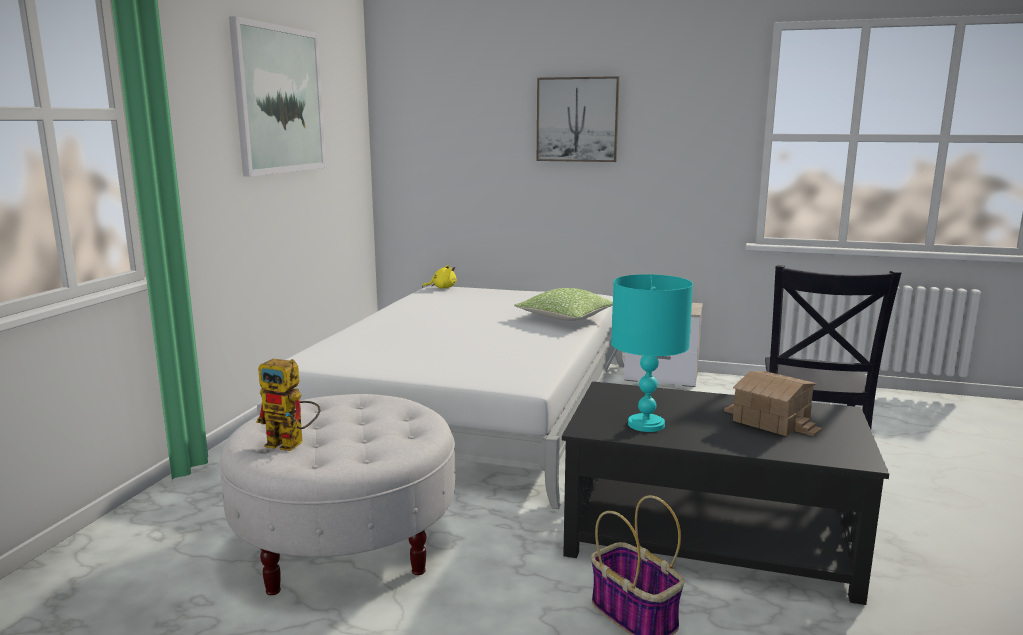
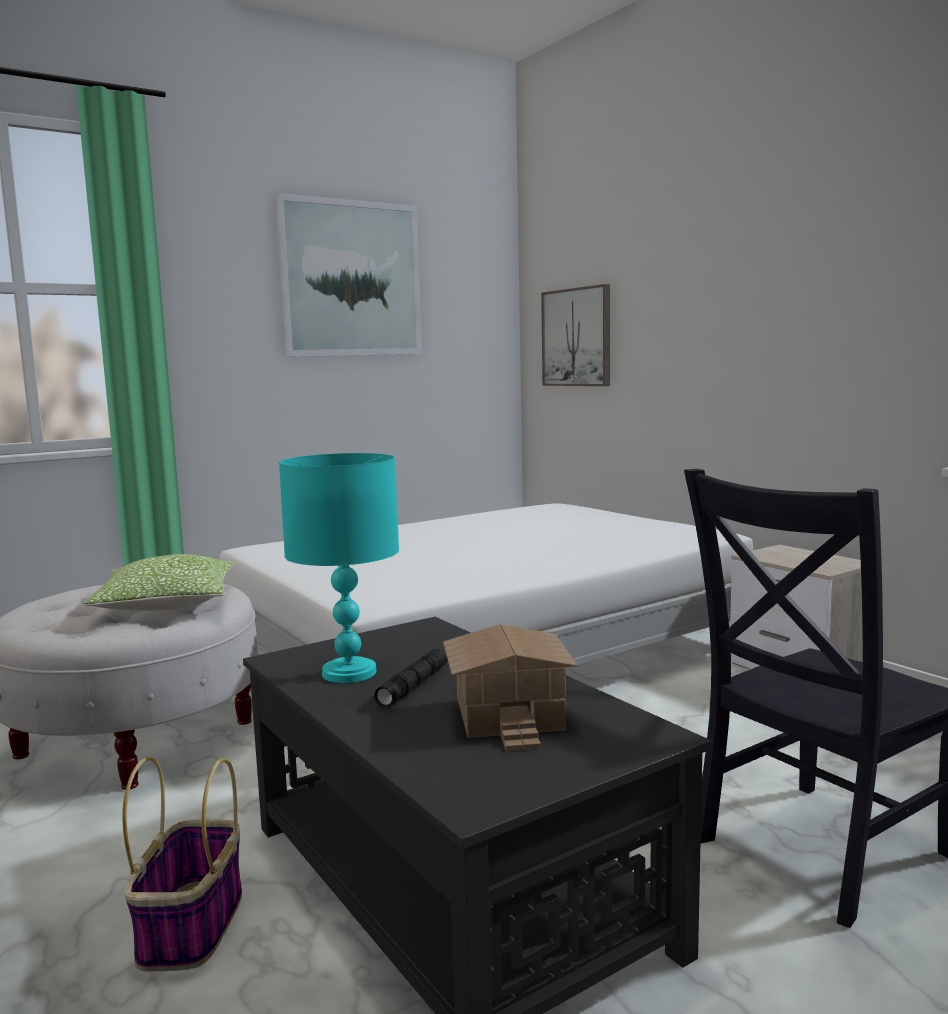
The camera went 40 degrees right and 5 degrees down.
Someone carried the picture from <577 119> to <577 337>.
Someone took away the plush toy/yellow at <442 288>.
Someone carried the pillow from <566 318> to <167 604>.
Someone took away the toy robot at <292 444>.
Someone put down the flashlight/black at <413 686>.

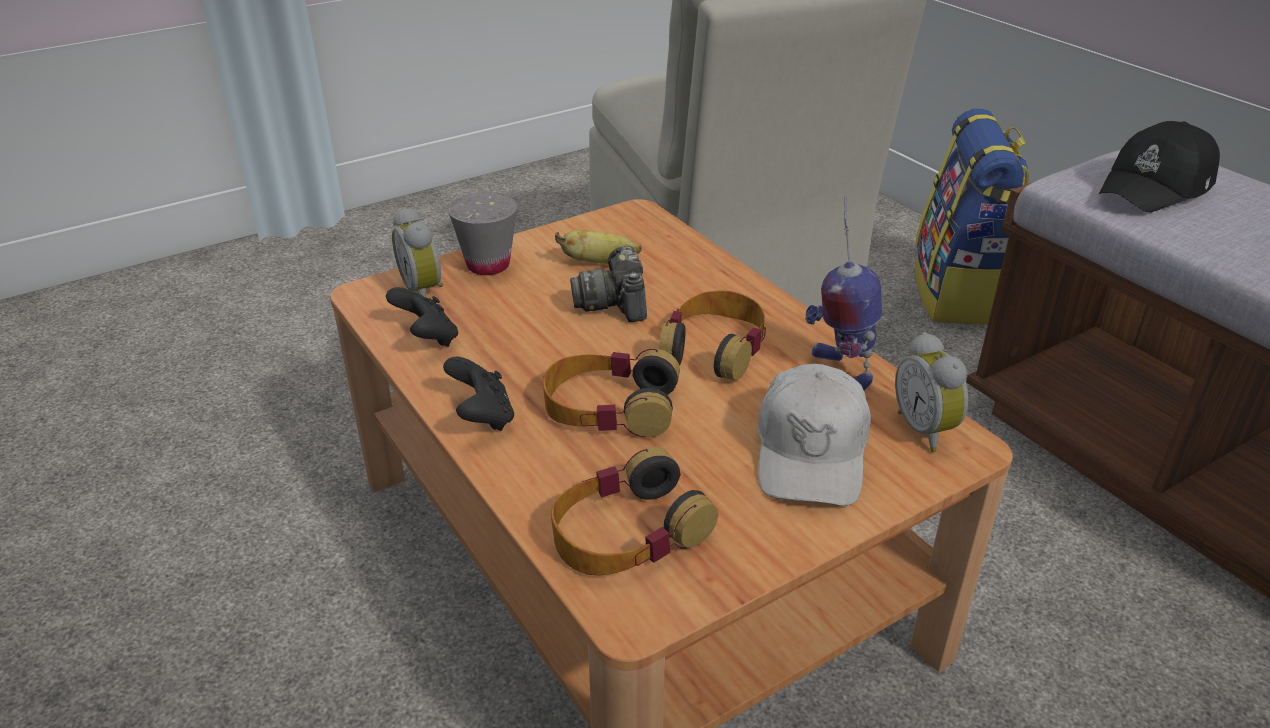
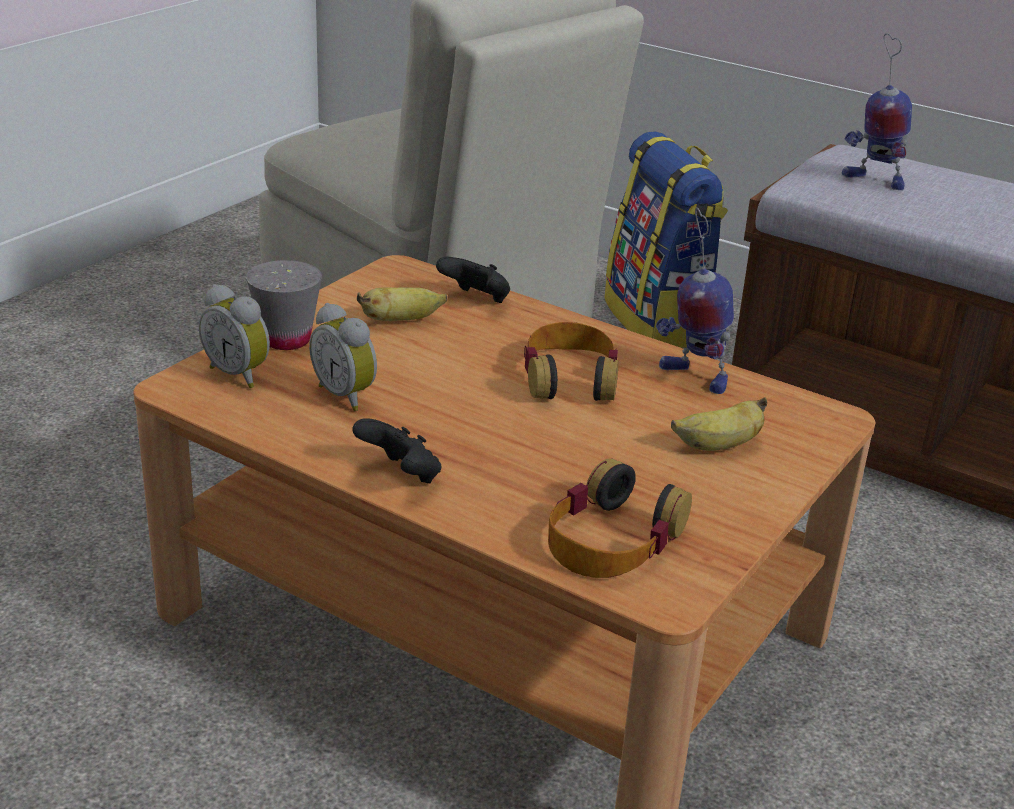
The camera went 25 degrees left and 5 degrees down.
Someone swapped the cap/black at <1157 187> for the toy robot at <872 180>.
Someone took away the photo camera at <614 303>.
Someone carried the game controller/black from <427 338> to <476 300>.
Someone carried the alarm clock from <926 430> to <347 395>.
Someone took away the headphones at <610 407>.
Someone swapped the cap/white at <811 452> for the banana at <718 446>.

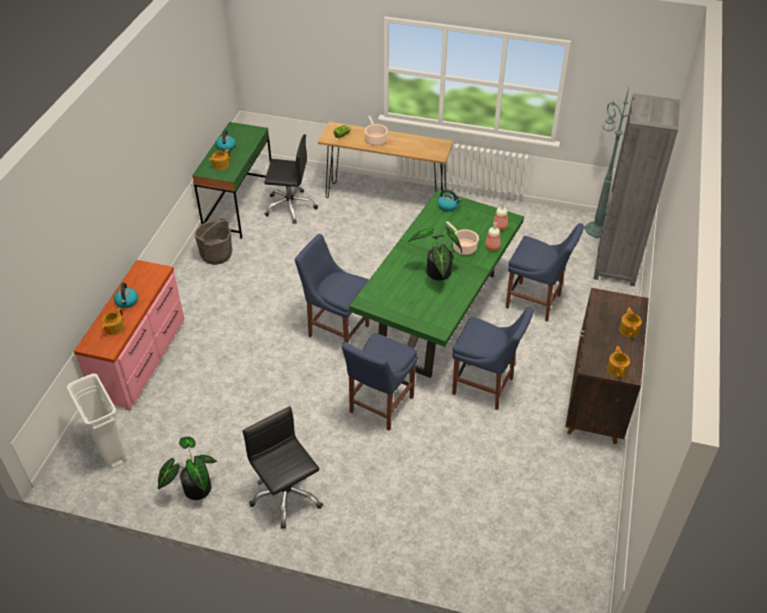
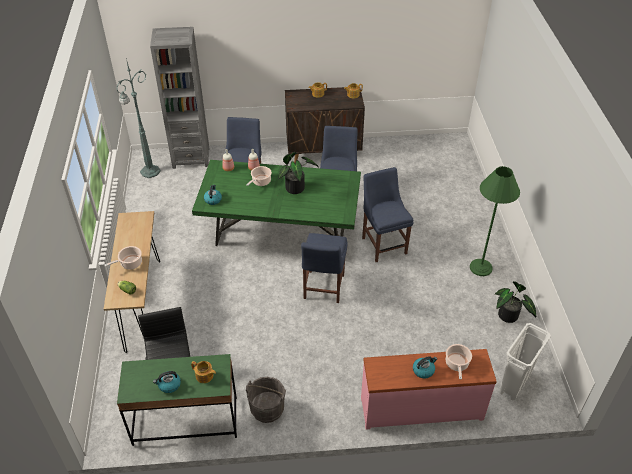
The camera went 110 degrees left and 0 degrees up.
Someone swapped the teapot at <114 328> for the cooking pot at <457 364>.
Someone rotated the chair/blue at <379 406> by 120 degrees counterclockwise.
Someone swapped the office chair/black at <286 496> for the floor lamp/green at <480 267>.

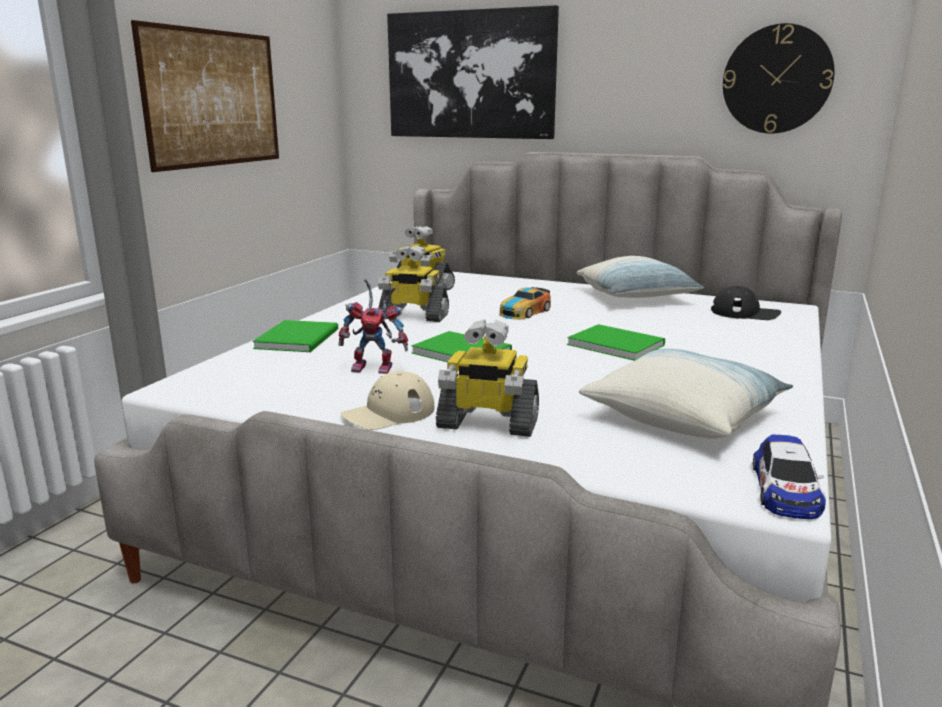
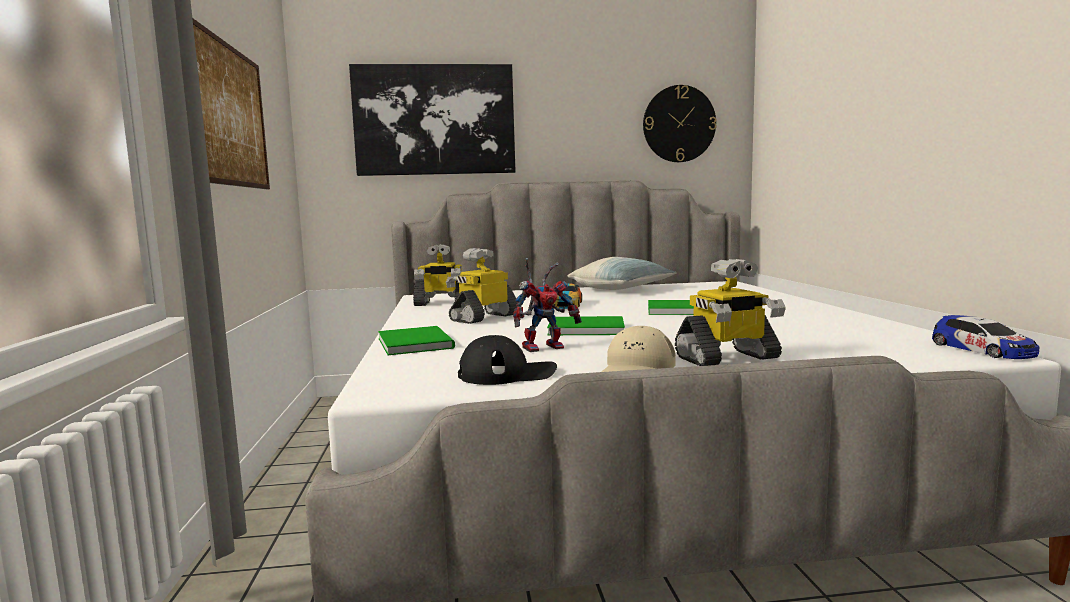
The camera went 30 degrees left and 10 degrees down.
Someone rotated the toy robot at <413 316> by 150 degrees clockwise.
Someone carried the cap/black from <745 313> to <507 374>.
Someone took away the pillow at <684 416>.

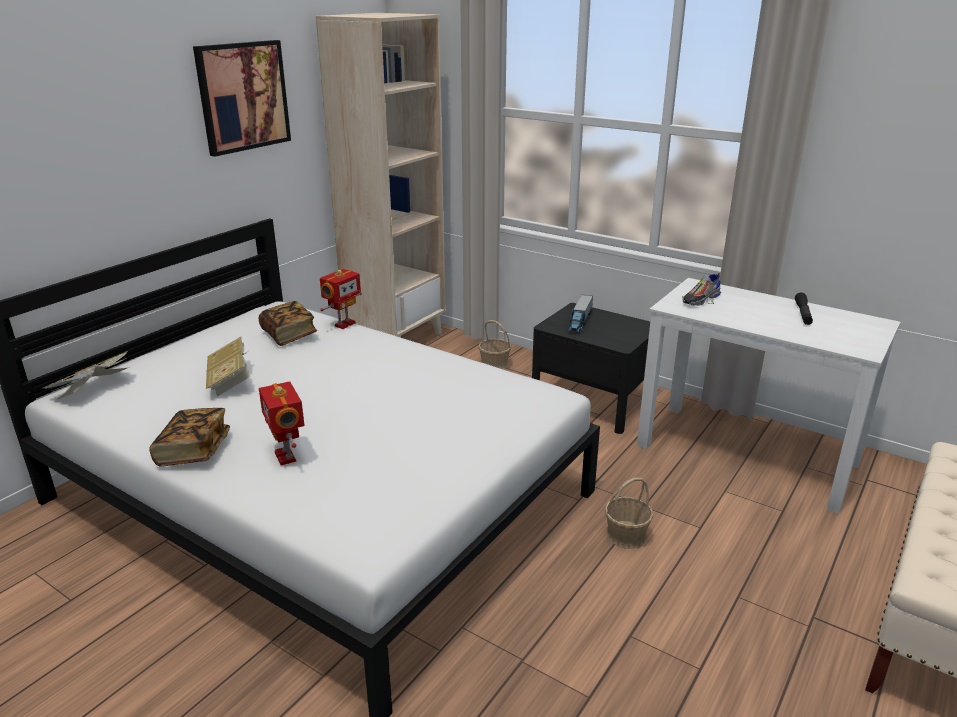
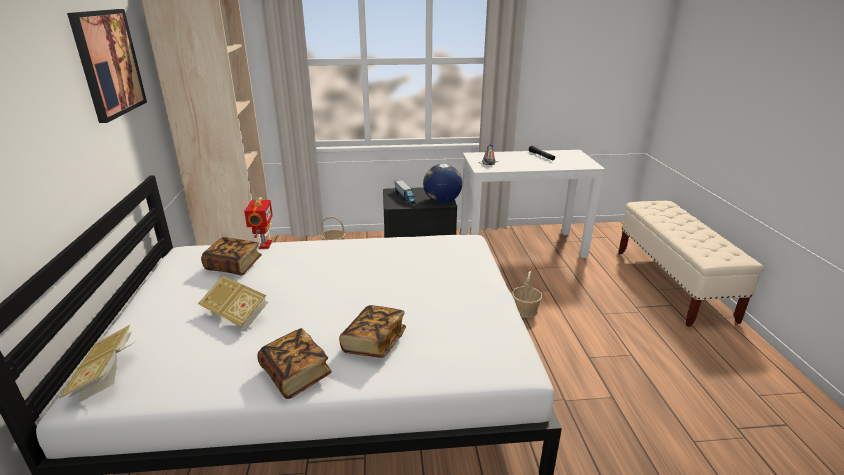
The camera went 40 degrees left and 0 degrees up.
Someone swapped the toy robot at <287 456> for the book at <374 343>.
Someone put down the globe at <442 201>.

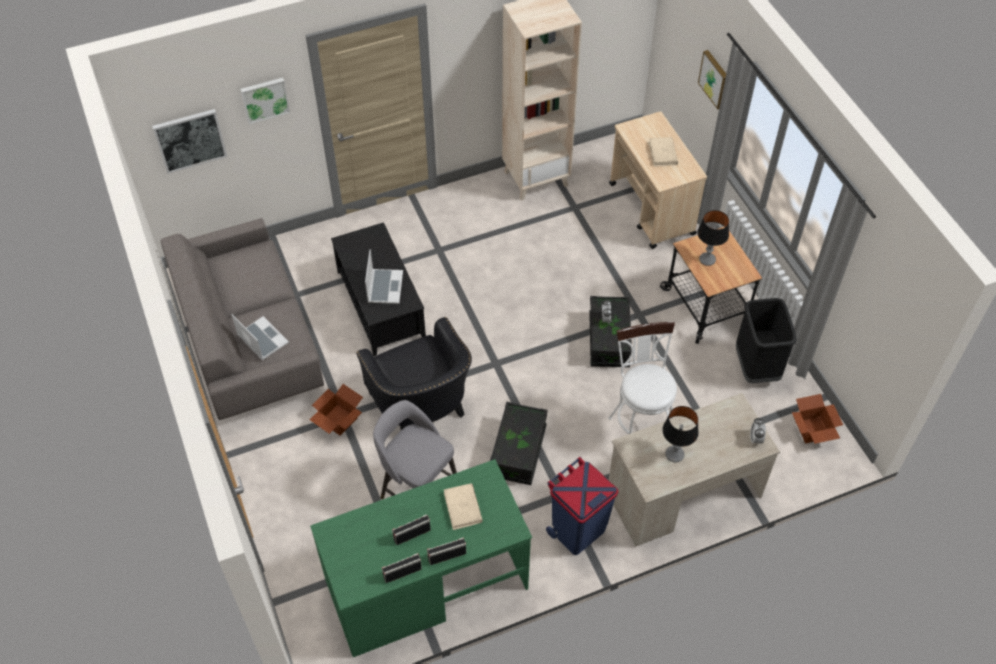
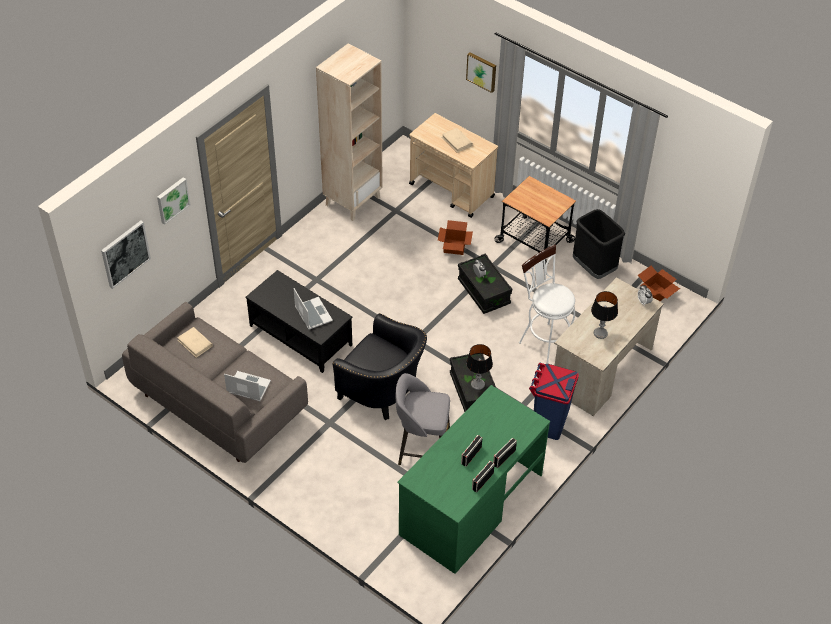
The camera went 30 degrees left and 5 degrees down.
Someone carried the table lamp from <707 259> to <477 384>.
Someone carried the cardboard box from <337 420> to <454 247>.
Someone carried the book/beige from <463 508> to <195 343>.

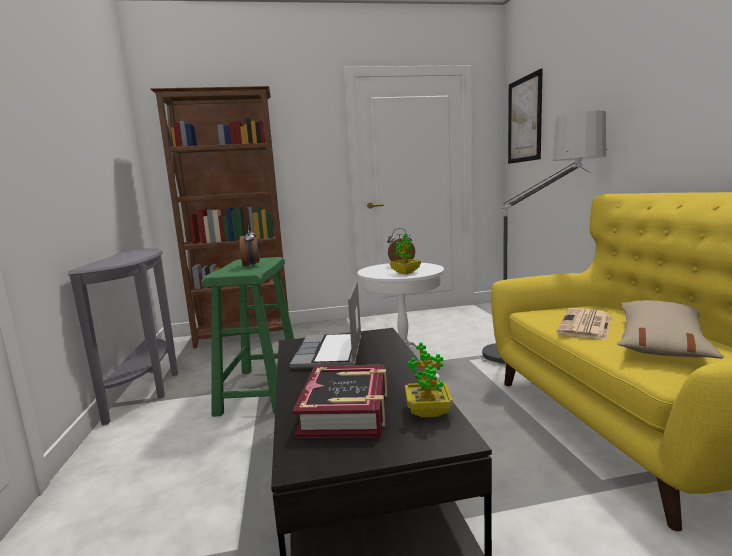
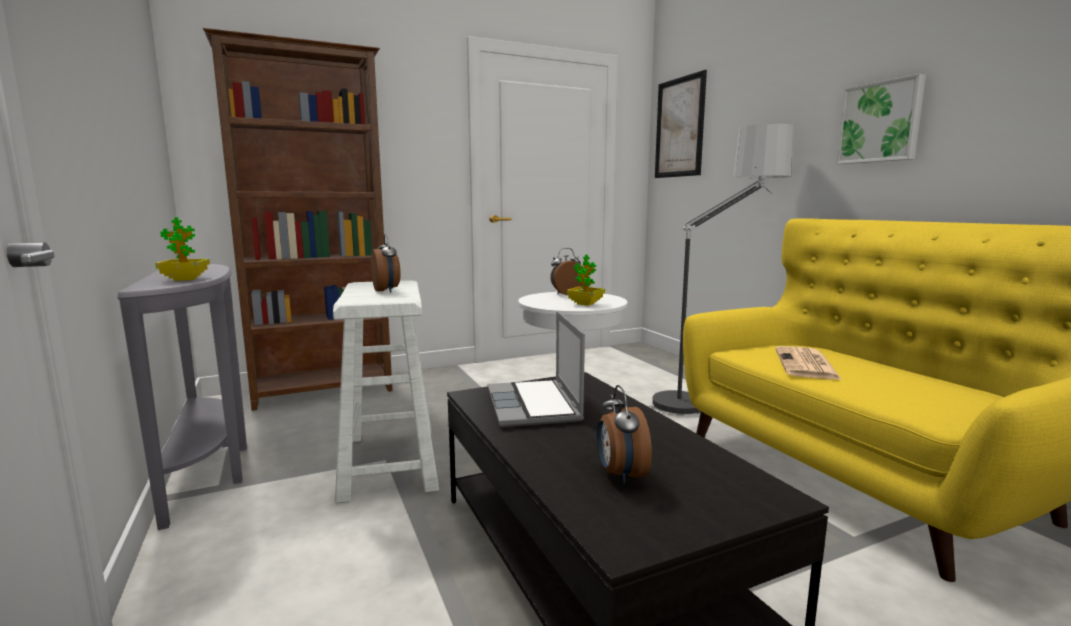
The camera went 15 degrees left and 0 degrees up.
Someone repainted the stool/green at <261 389>, which became the stool/white at <389 462>.
Someone took away the pillow/beige at <661 342>.
Someone carried the potted plant from <428 412> to <185 279>.
Someone swapped the book at <346 410> for the alarm clock at <620 474>.
Someone put up the picture at <880 122>.

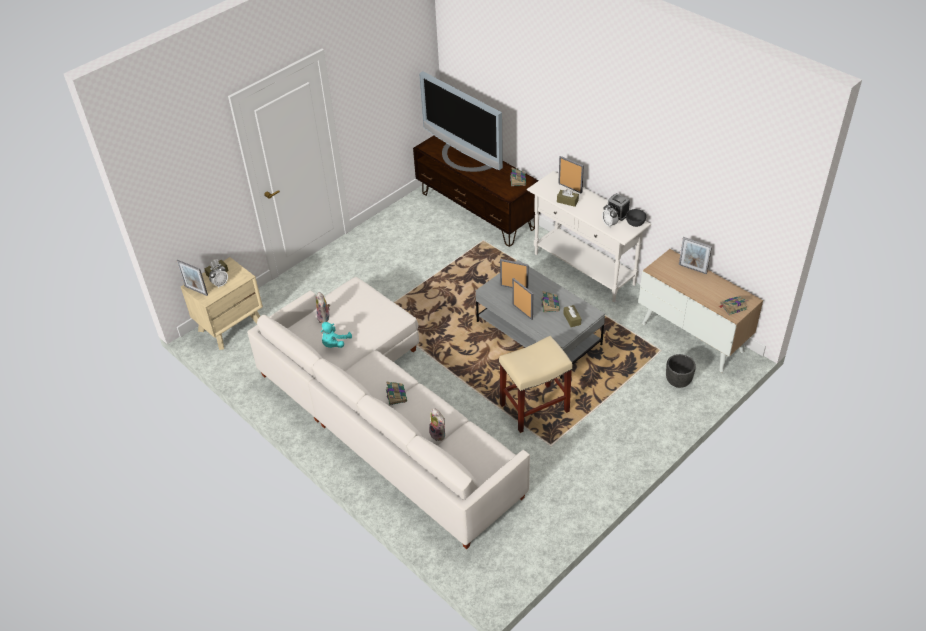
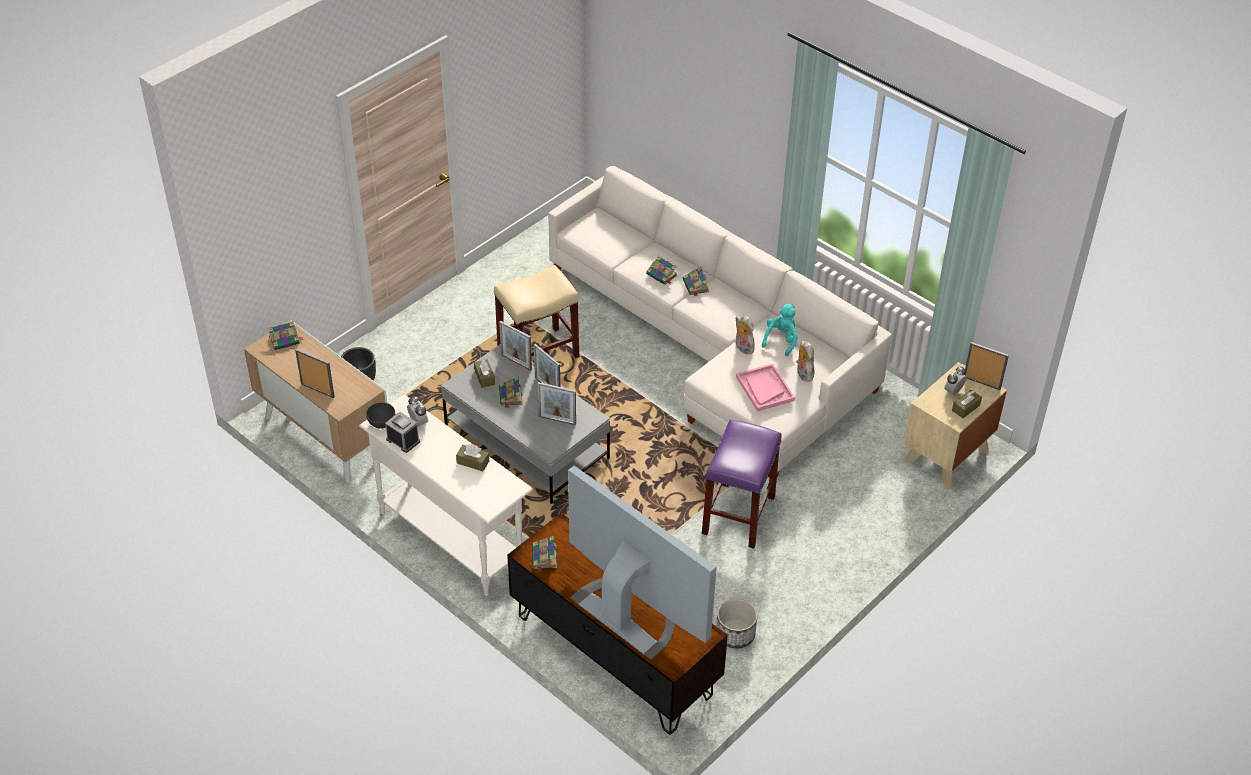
The camera went 175 degrees right and 0 degrees up.
Someone carried the picture frame from <570 188> to <516 362>.
Someone carried the plush toy from <439 434> to <742 348>.
Someone put down the book at <662 275>.
Someone put down the tray/pink at <764 389>.
Someone put down the stool/purple at <738 516>.
Someone put down the planter at <735 634>.

